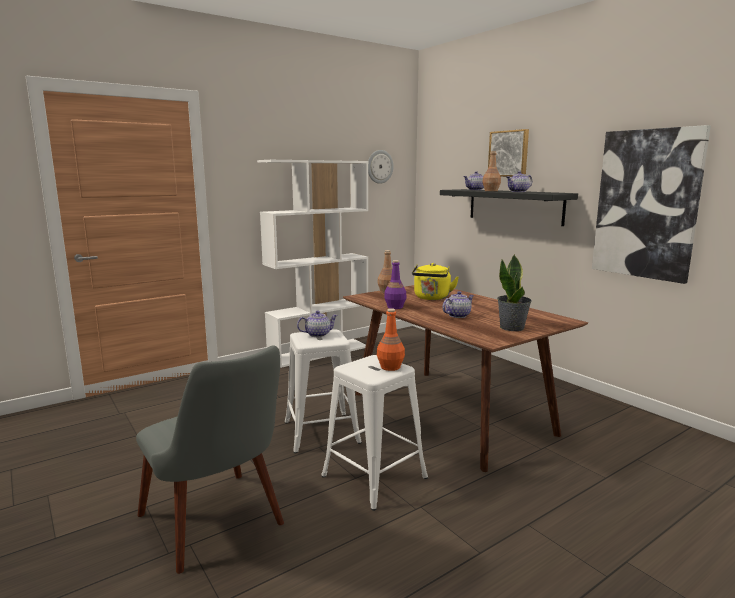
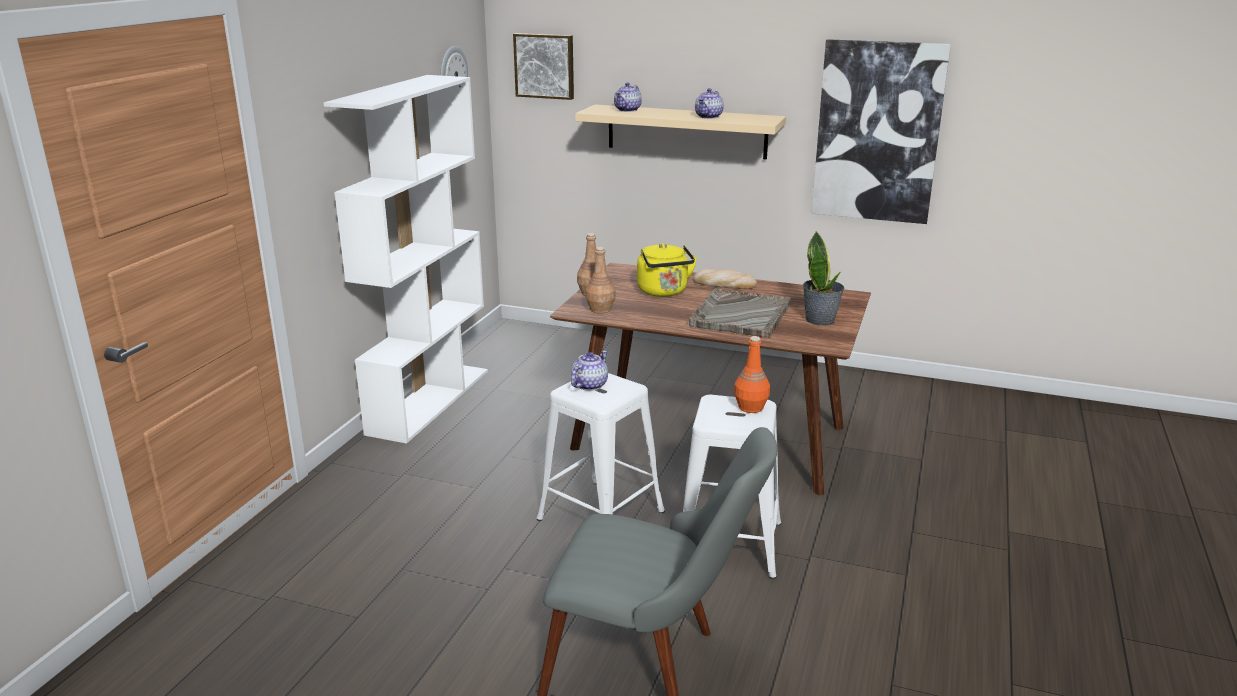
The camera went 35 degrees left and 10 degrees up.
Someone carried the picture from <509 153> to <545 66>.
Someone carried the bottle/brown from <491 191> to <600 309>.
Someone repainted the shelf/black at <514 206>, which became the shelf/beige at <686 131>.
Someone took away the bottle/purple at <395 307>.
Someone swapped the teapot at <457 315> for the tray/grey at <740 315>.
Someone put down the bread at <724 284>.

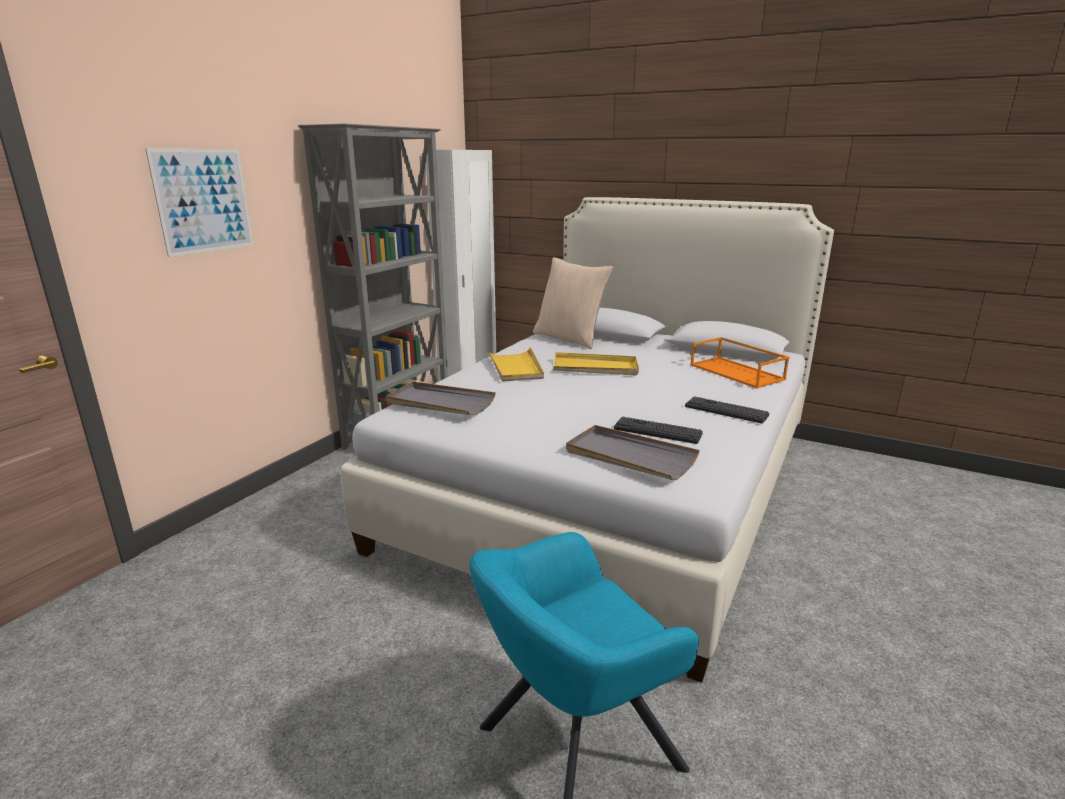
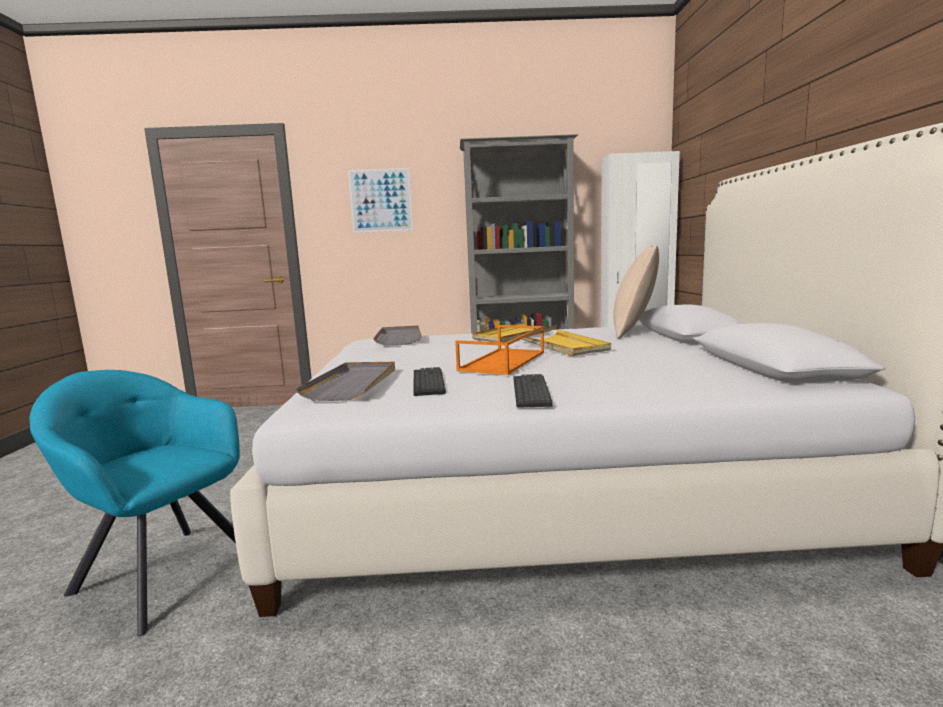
The camera went 60 degrees right and 10 degrees down.
Someone carried the tray/orange from <737 372> to <503 361>.

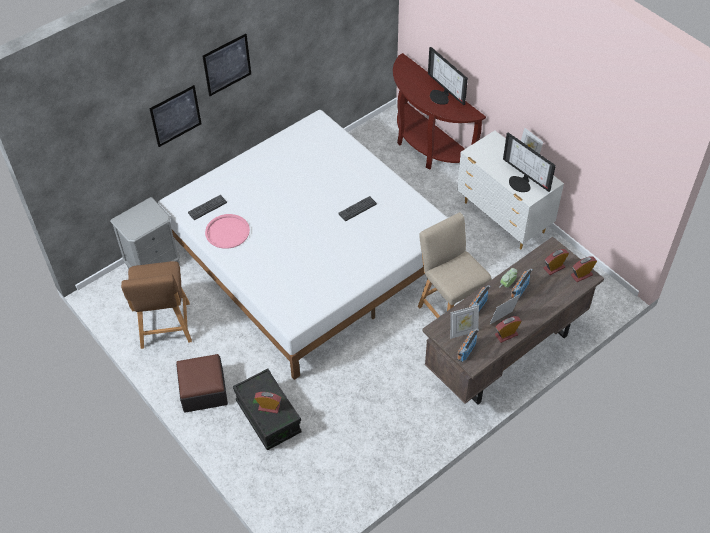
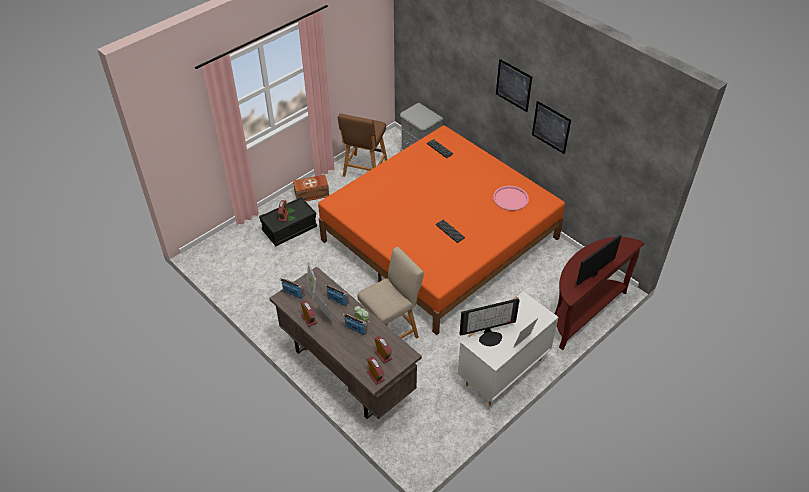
The camera went 85 degrees right and 5 degrees down.
Someone carried the picture from <175 116> to <551 127>.
Someone repainted the bed/white at <309 255>, which became the bed/orange at <440 239>.
Someone rotated the monitor at <521 183> by 150 degrees counterclockwise.
Someone carried the tray/pink from <227 232> to <510 198>.
Someone rotated the chair/brown at <165 328> by 60 degrees counterclockwise.
Someone swapped the ottoman at <203 390> for the storage box/brown at <312 194>.

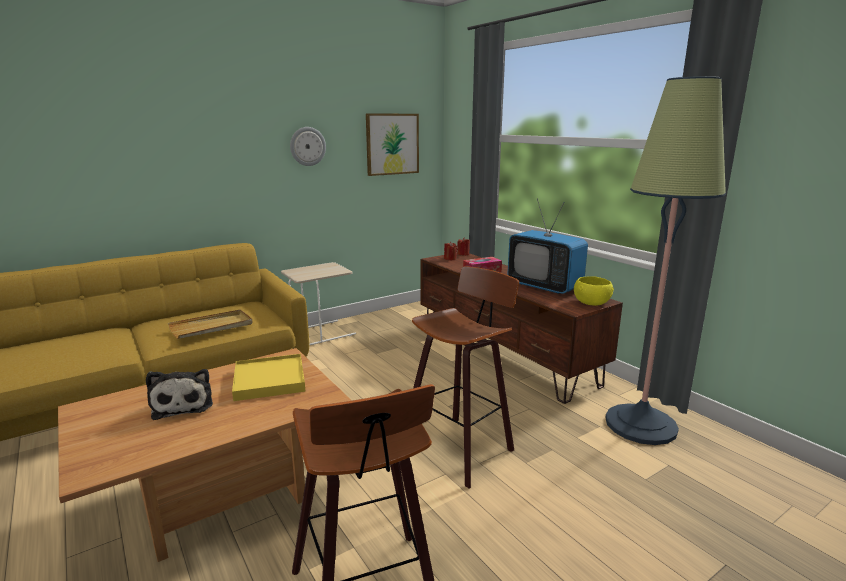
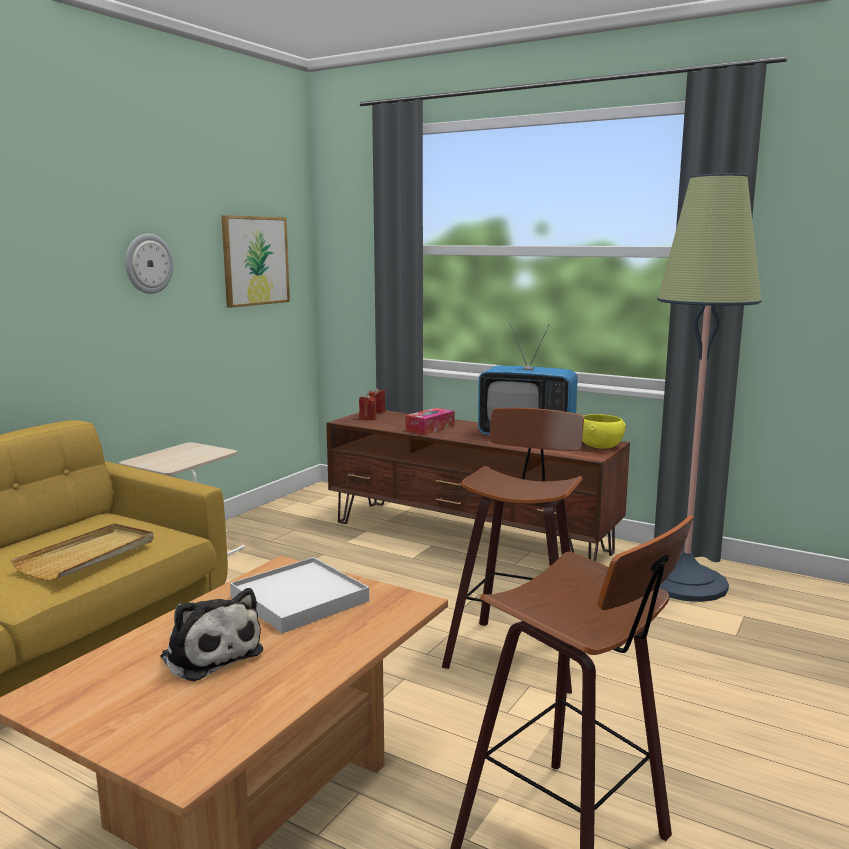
The camera went 25 degrees left and 5 degrees down.
Someone repainted the tray/yellow at <270 380>, which became the tray/white at <300 599>.

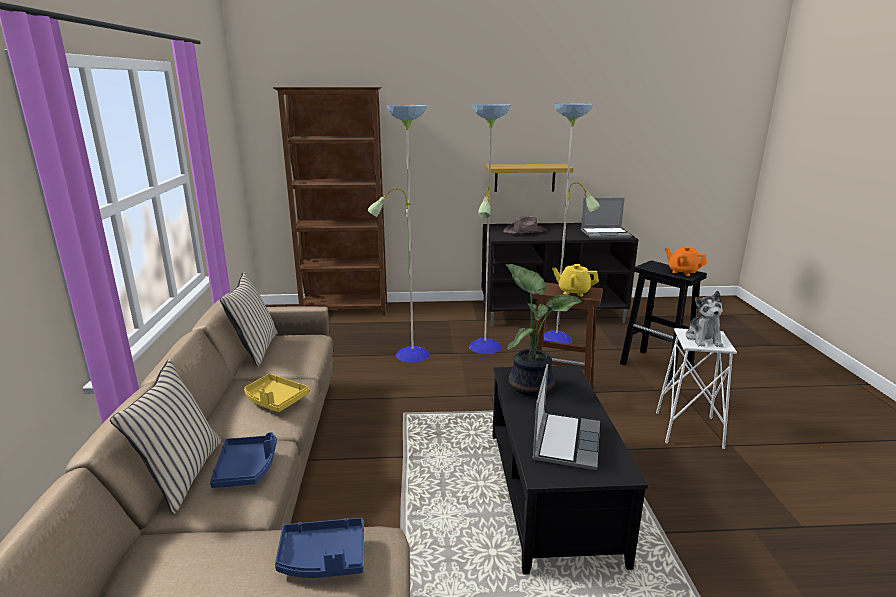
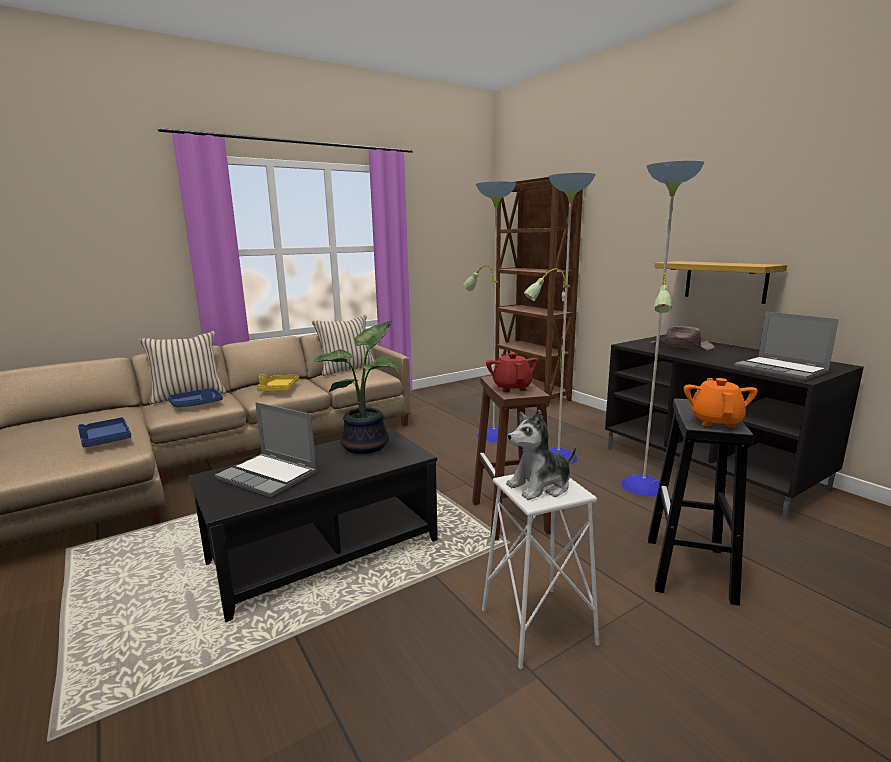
The camera went 60 degrees right and 5 degrees down.
Someone repainted the teapot/yellow at <573 292>, which became the teapot/red at <512 387>.
Someone rotated the laptop at <565 441> by 45 degrees clockwise.

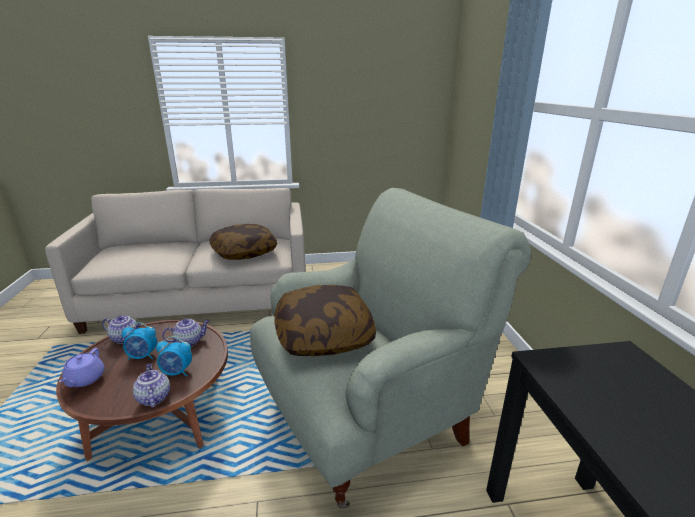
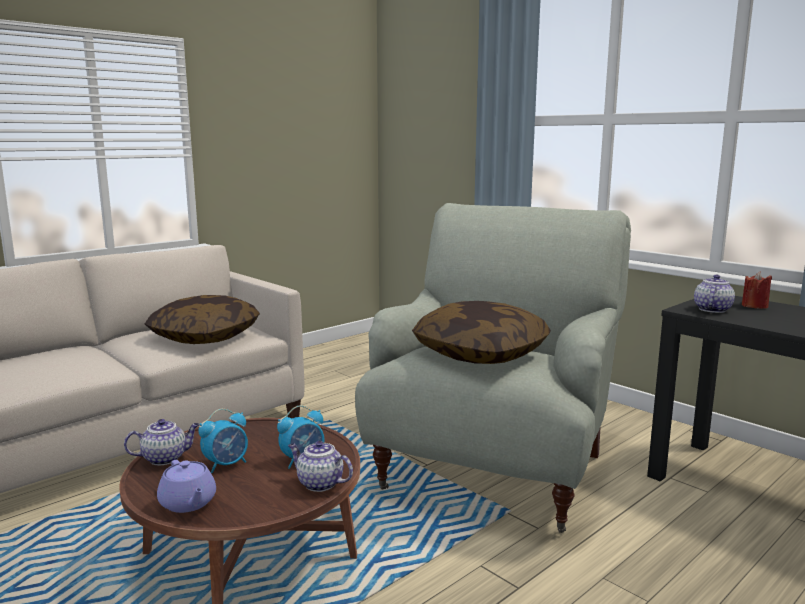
The camera went 35 degrees left and 10 degrees down.
Someone carried the teapot from <189 341> to <712 309>.
Someone put down the candle/red at <754 306>.

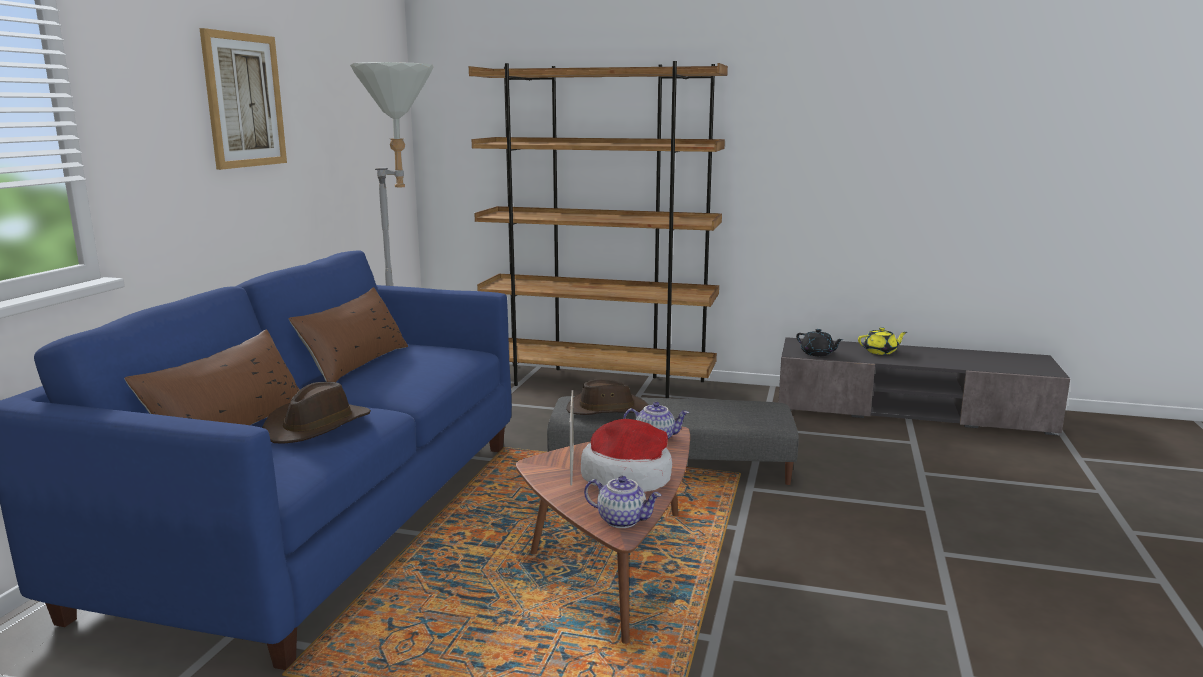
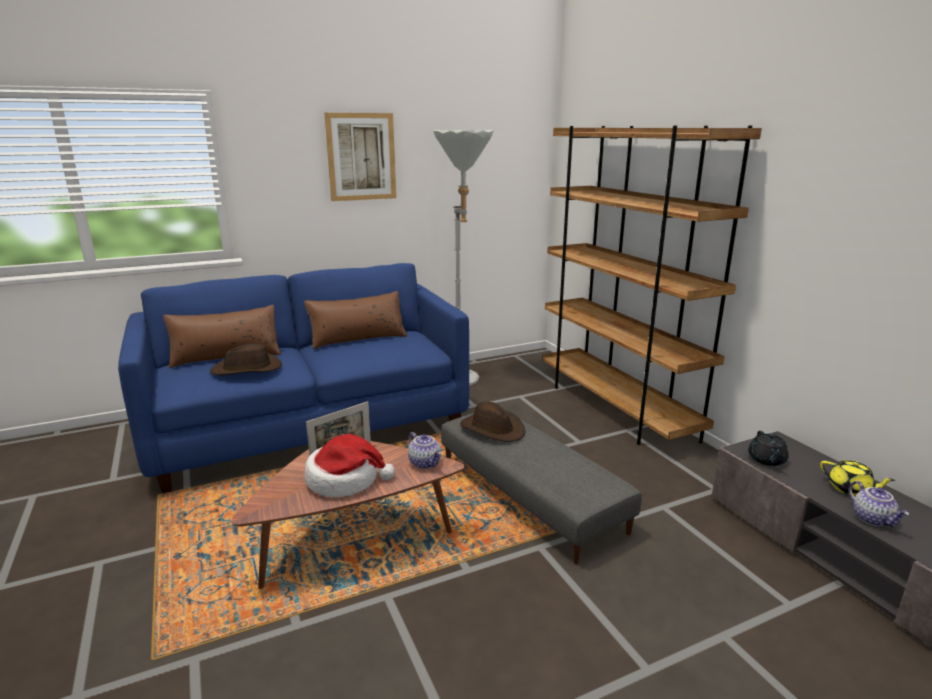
The camera went 50 degrees right and 5 degrees up.
Someone carried the teapot from <622 520> to <873 519>.

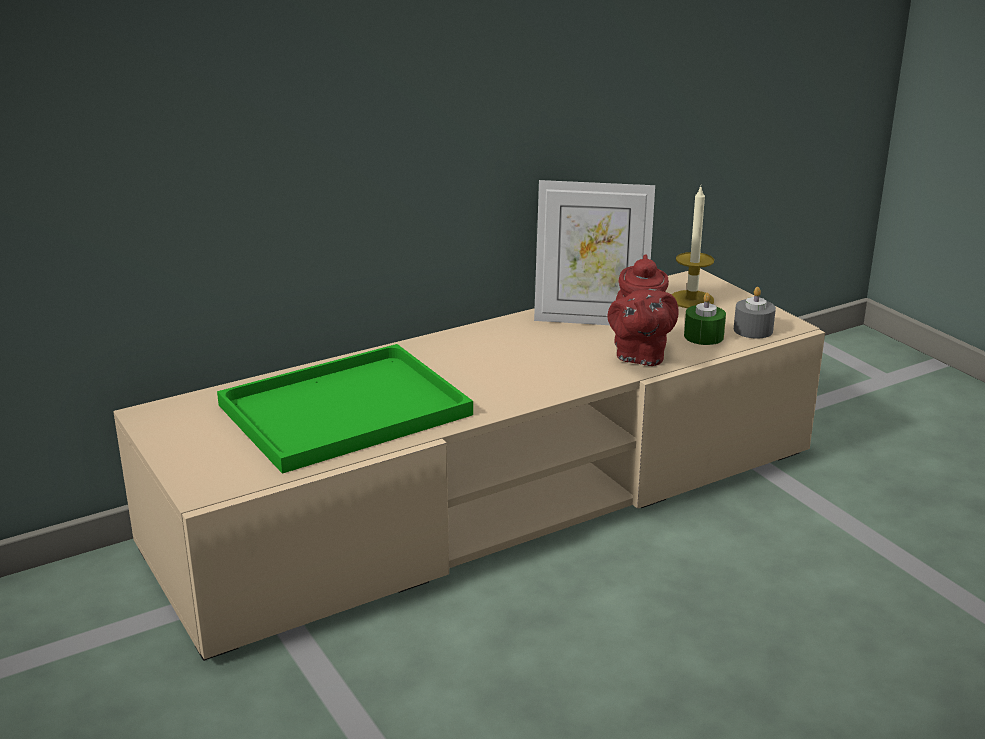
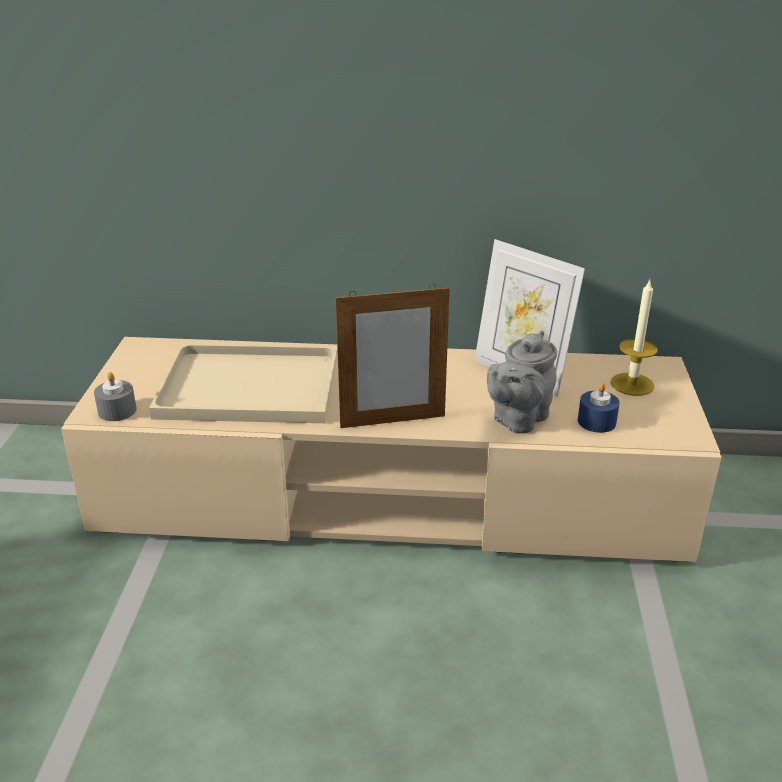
The camera went 35 degrees right and 5 degrees up.
Someone repainted the teapot/red at <639 355>, which became the teapot/grey at <517 419>.
Someone carried the candle/grey from <753 330> to <117 410>.
Someone repainted the candle/green at <703 336>, which became the candle/blue at <596 421>.
Someone repainted the tray/green at <342 412>, which became the tray/beige at <245 387>.
Someone put down the picture frame at <392 421>.

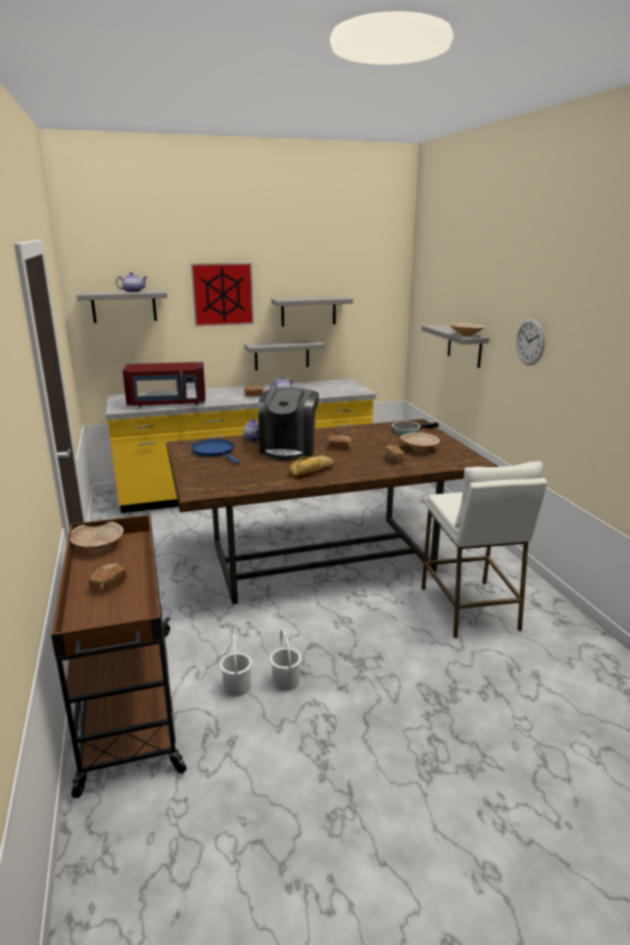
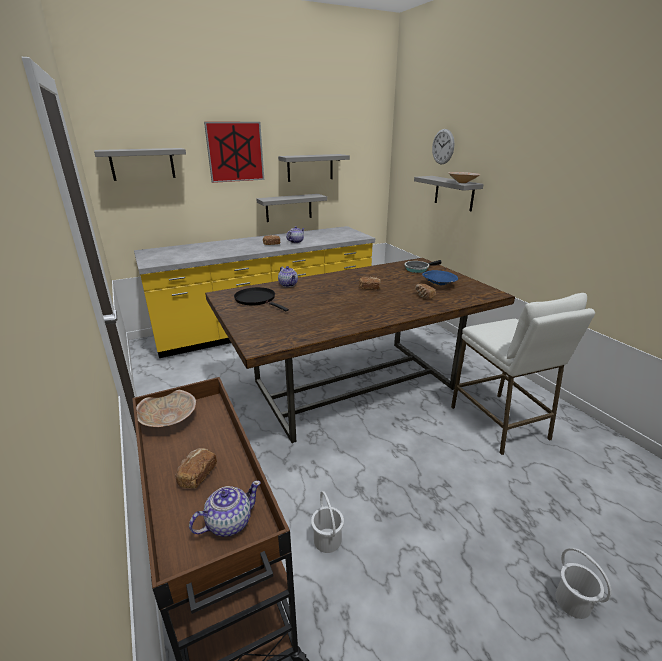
The camera went 10 degrees left and 5 degrees up.
Someone carried the teapot from <133 291> to <228 522>.
Someone carried the wall clock from <530 342> to <443 146>.
Someone took away the microwave/red at <167 403>.
Someone took away the coffee machine at <289 449>.
Someone repainted the bowl/beige at <419 449>, which became the bowl/blue at <439 285>.
Someone repainted the frying pan/blue at <215 452>, which became the frying pan/black at <257 300>.
Someone took away the bread at <312 471>.
Someone carried the bucket/white from <286 681> to <572 601>.

